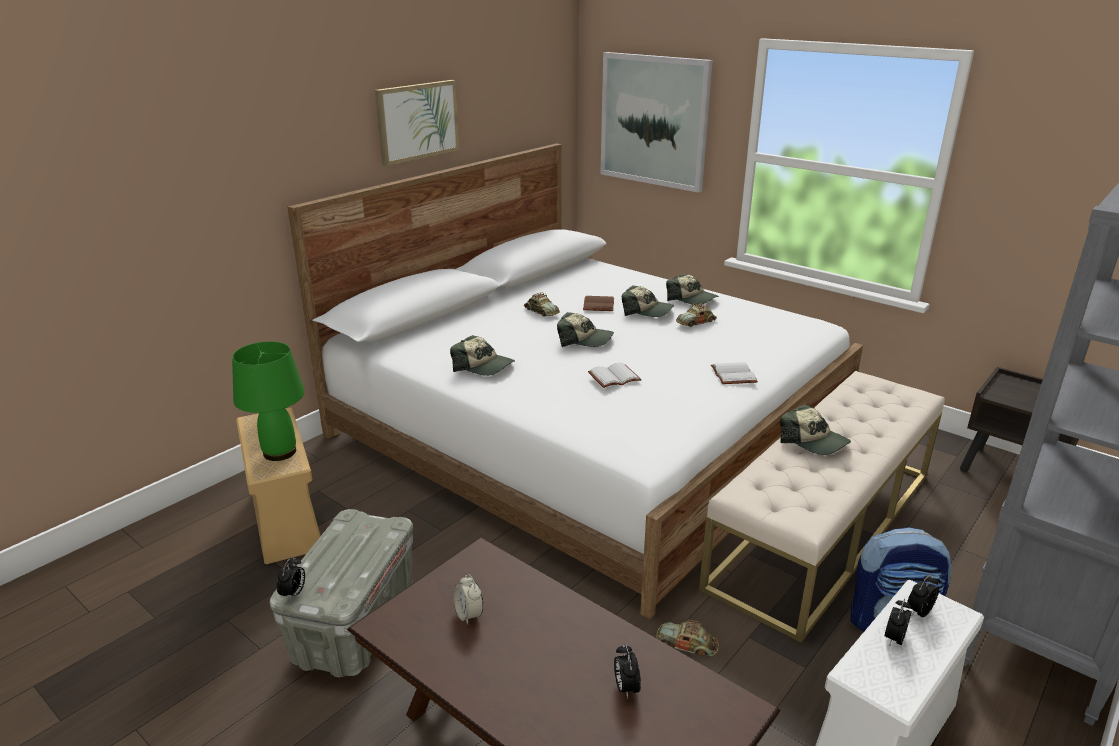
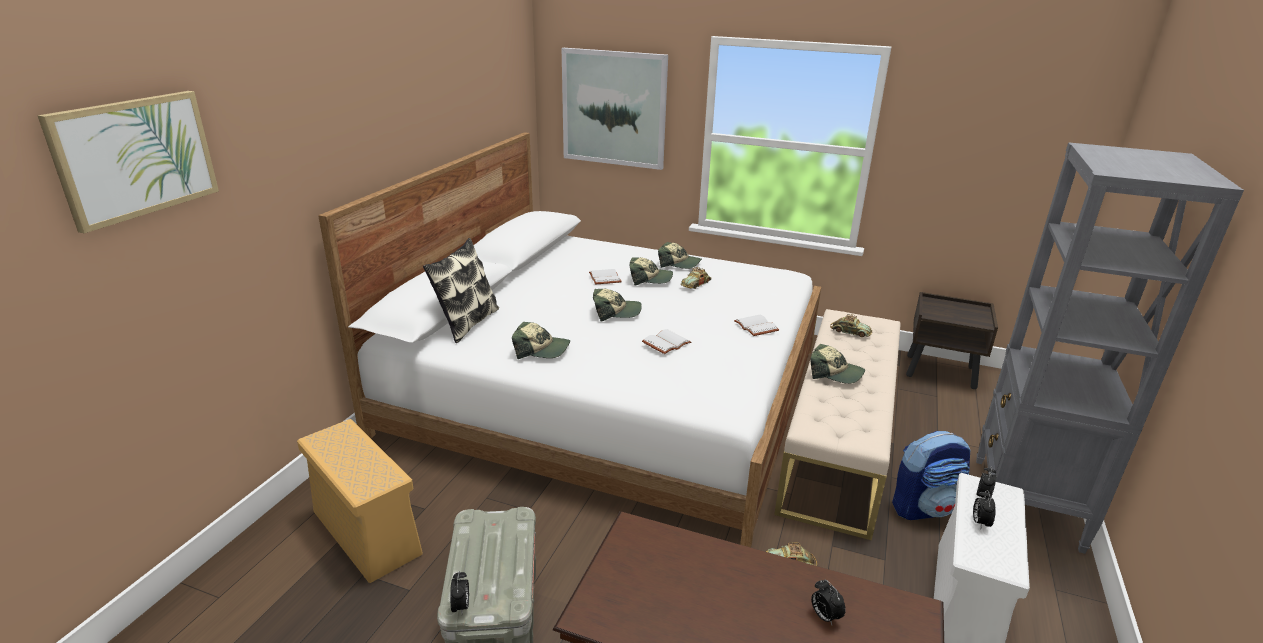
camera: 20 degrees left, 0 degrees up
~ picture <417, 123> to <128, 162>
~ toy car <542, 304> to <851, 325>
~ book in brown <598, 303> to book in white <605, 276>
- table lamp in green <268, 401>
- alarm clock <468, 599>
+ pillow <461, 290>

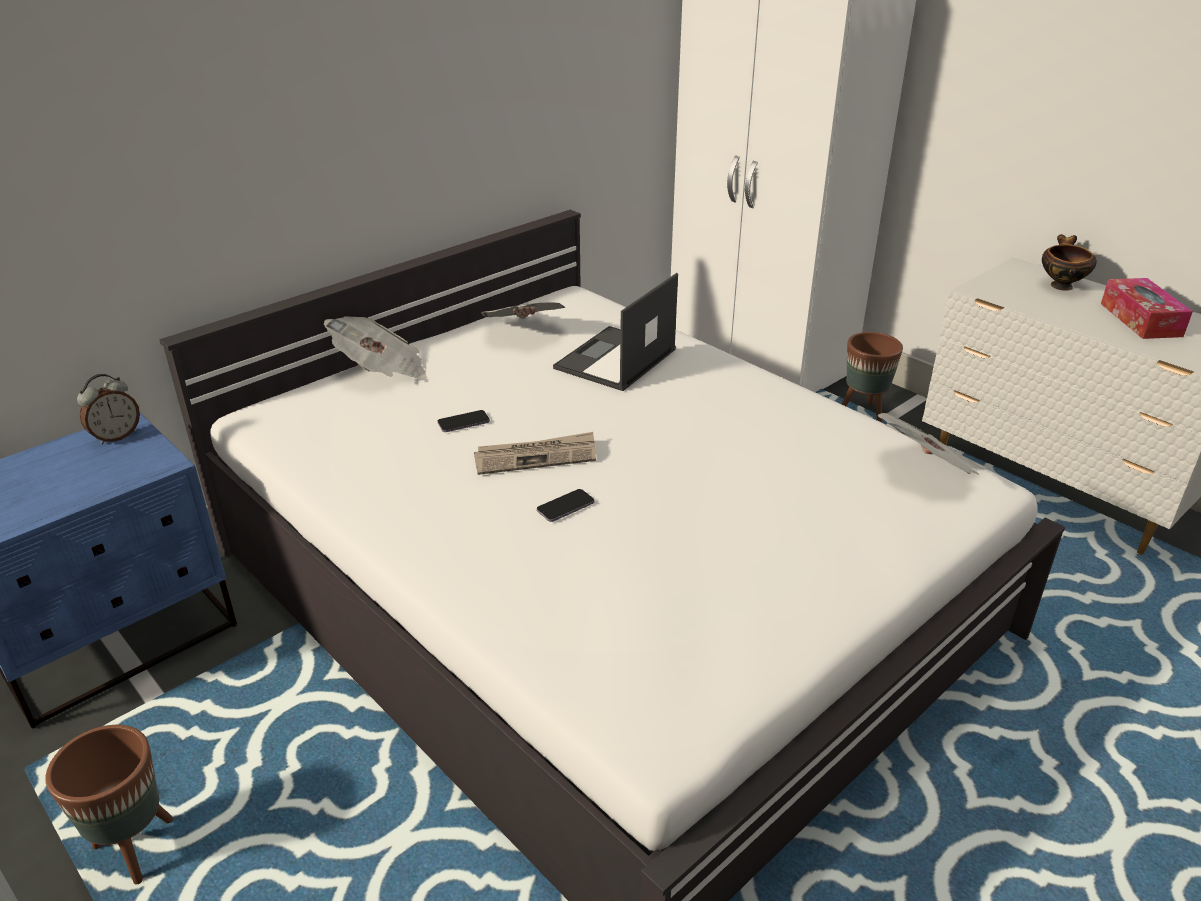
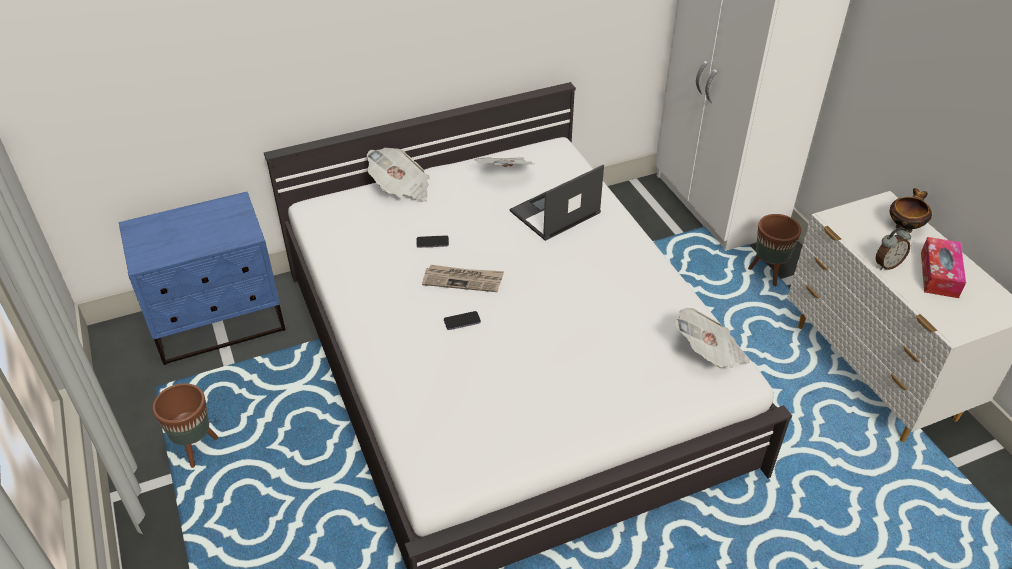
camera: 20 degrees right, 10 degrees up
~ alarm clock <108, 409> to <893, 248>

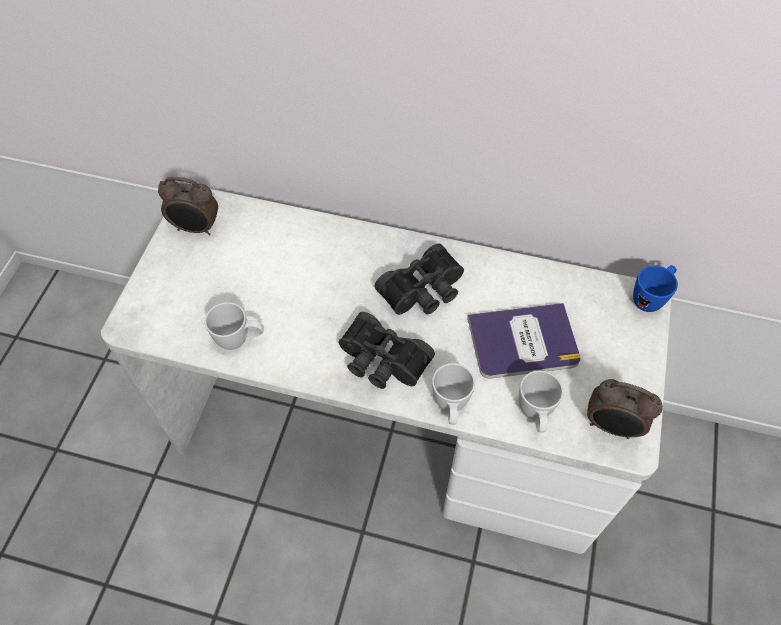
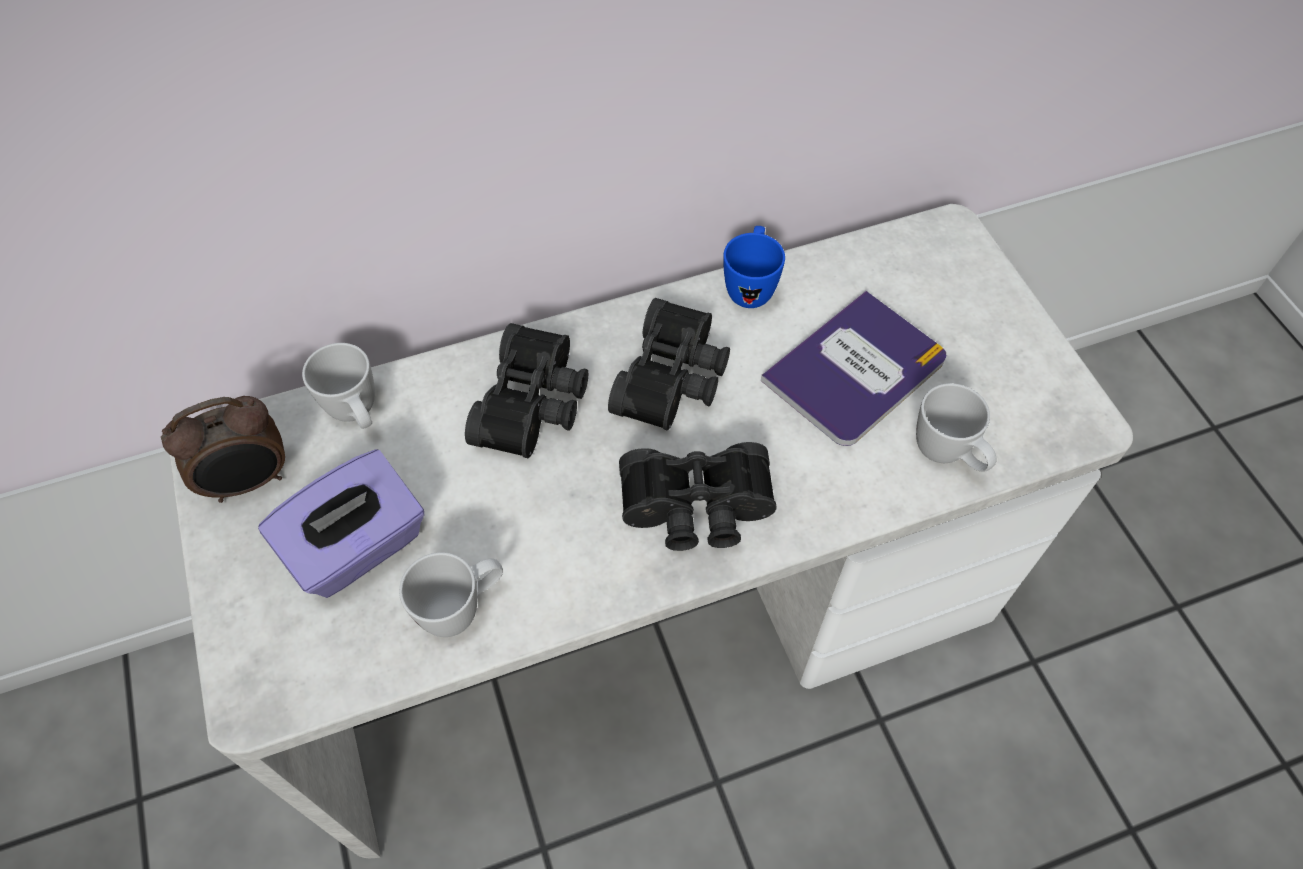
camera: 35 degrees left, 0 degrees up
~ mug in blue <655, 288> to <754, 267>
~ mug in white <453, 394> to <338, 386>
- alarm clock <625, 409>
+ binoculars in black <527, 390>
+ tissue box in purple <341, 523>

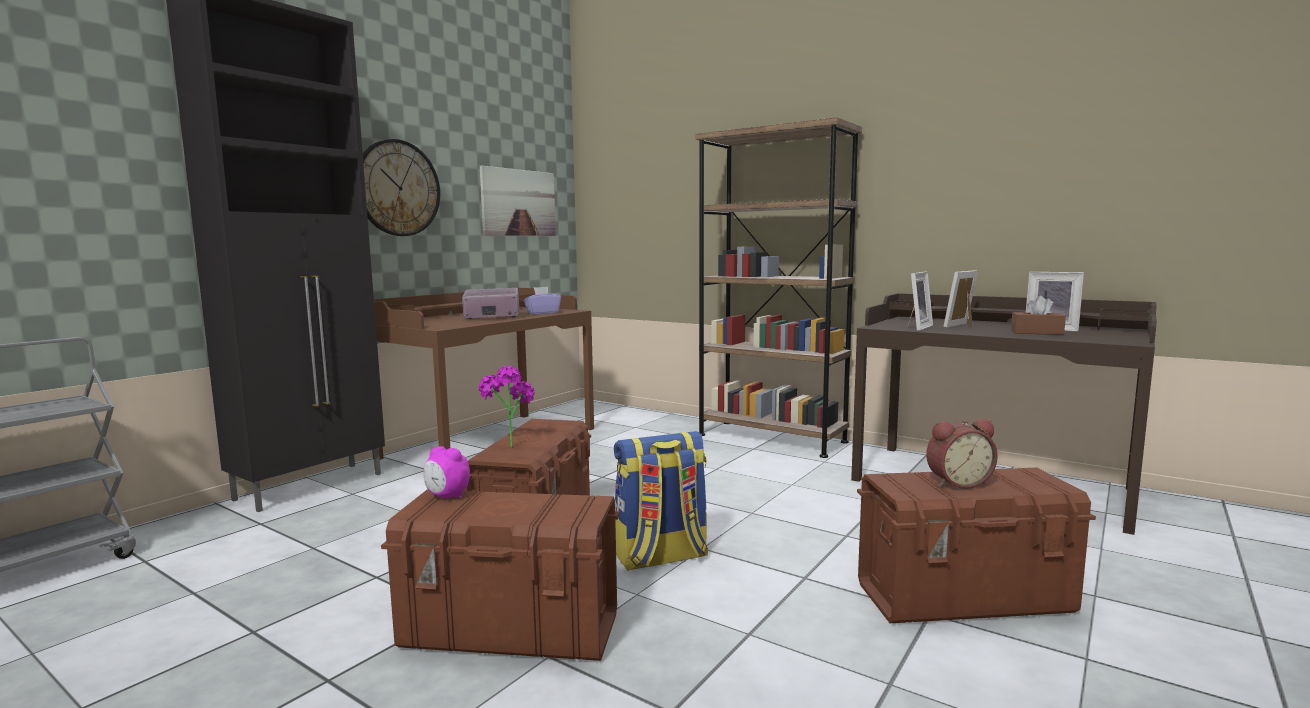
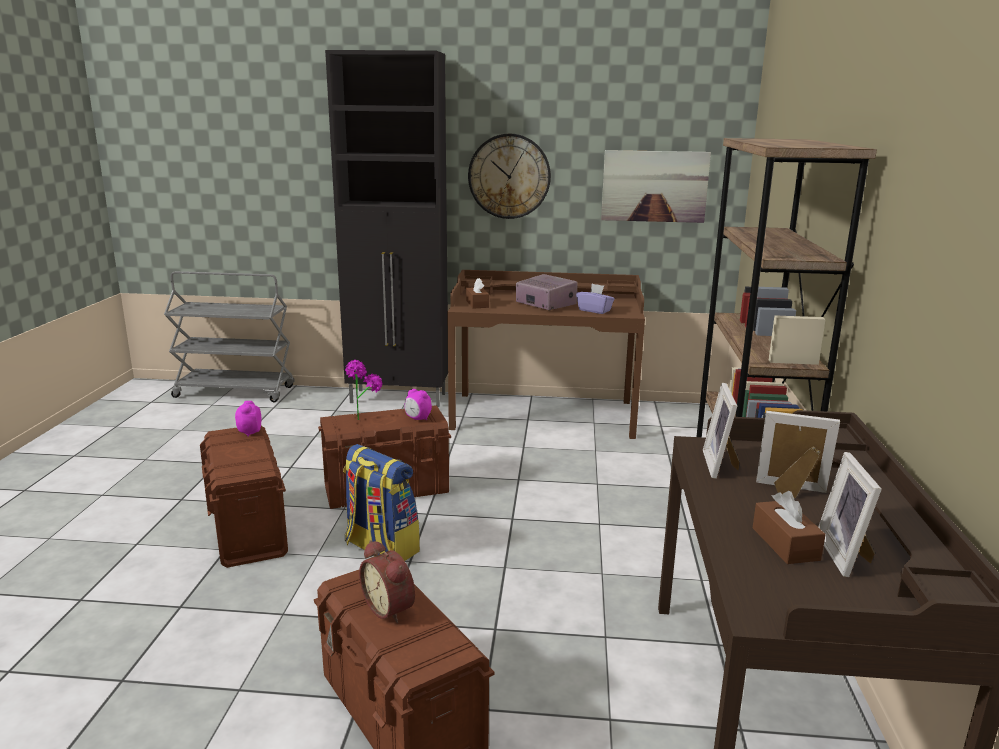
camera: 60 degrees right, 10 degrees up
~ picture frame <920, 301> = <721, 431> 90 degrees clockwise
+ tissue box in brown <477, 293>
+ alarm clock <418, 404>

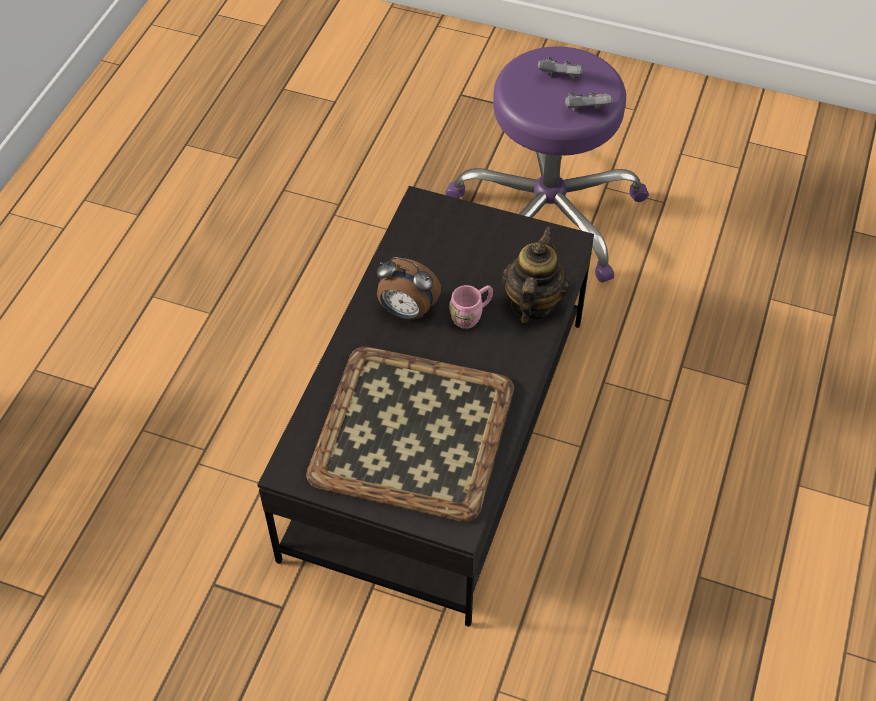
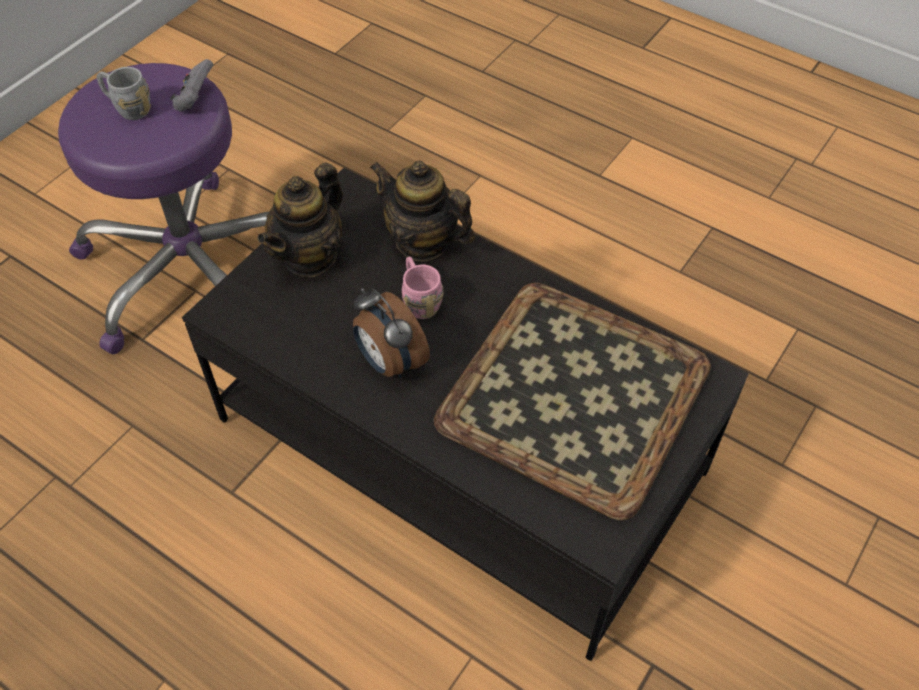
camera: 75 degrees left, 0 degrees up
~ game controller in grey <561, 68> to mug in grey <124, 93>
~ alarm clock <409, 288> = <391, 333> 105 degrees clockwise
+ teapot <300, 220>

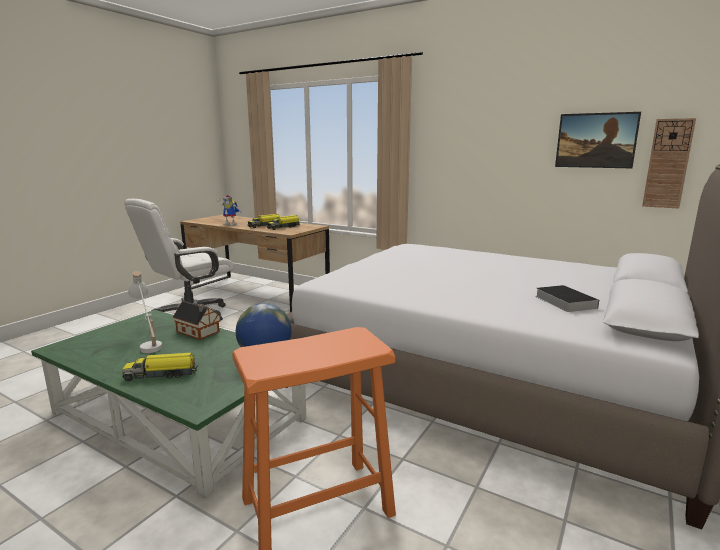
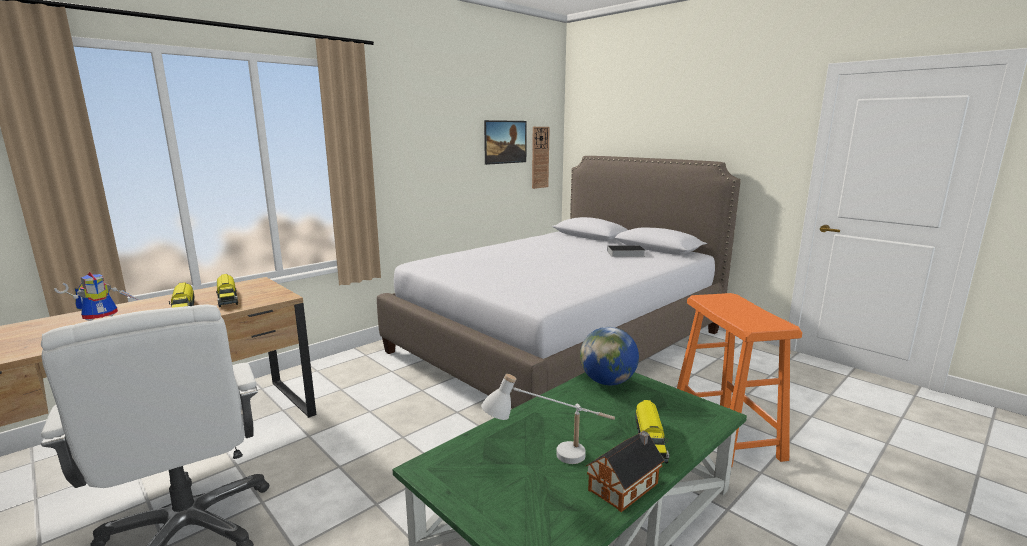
camera: 75 degrees left, 0 degrees up
~ toy house <197, 320> to <625, 471>

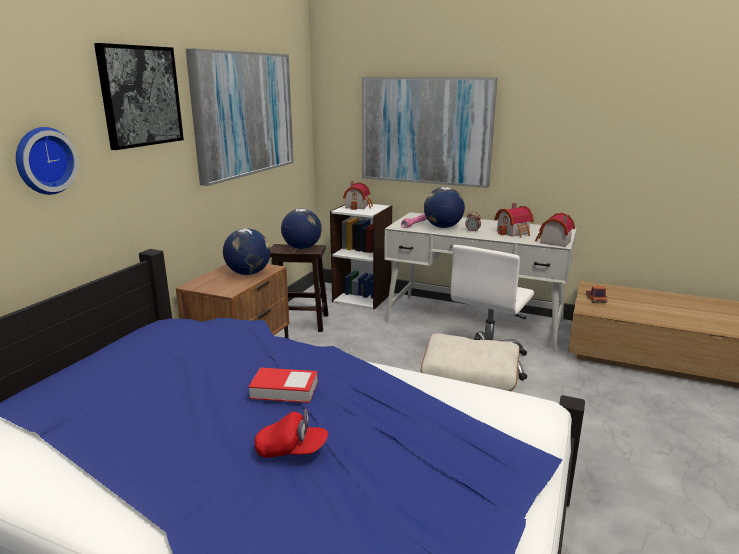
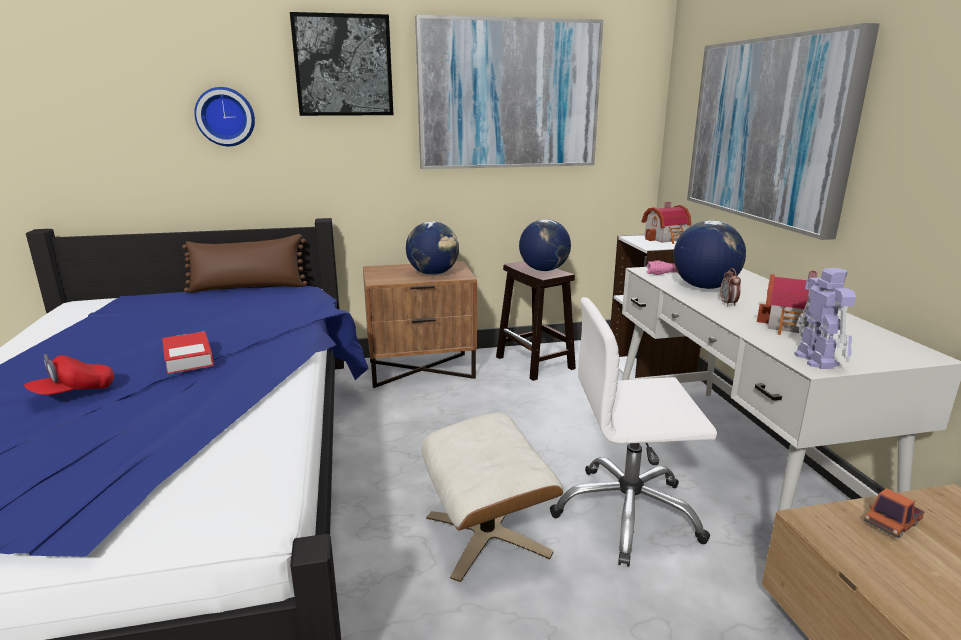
camera: 55 degrees right, 0 degrees up
~ toy house <555, 230> to toy robot <825, 318>
~ cap in red <291, 433> = <69, 374> 75 degrees clockwise
+ pillow in brown <244, 263>

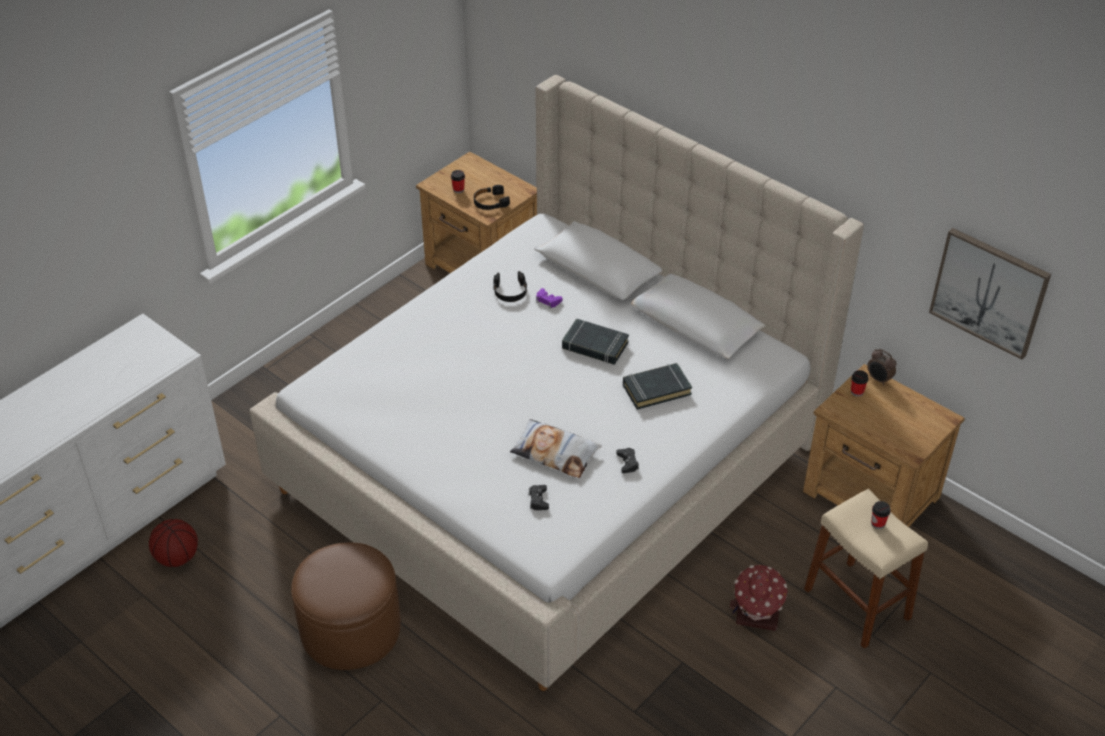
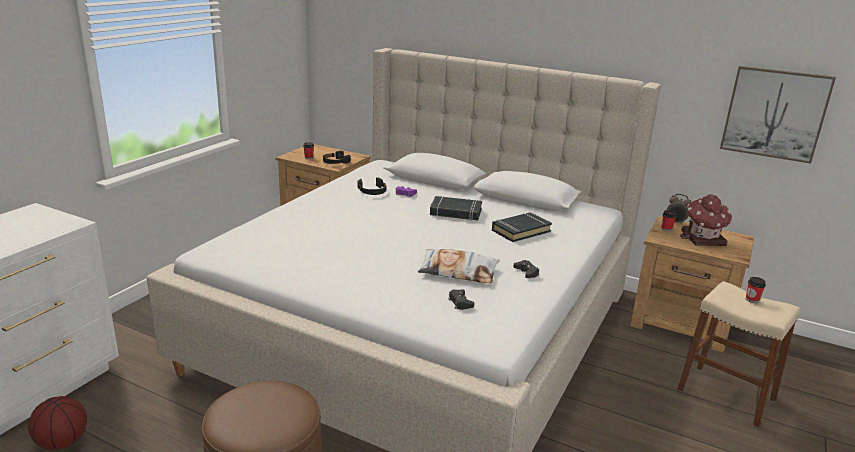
camera: 15 degrees left, 20 degrees down
~ toy house <759, 598> to <706, 220>

